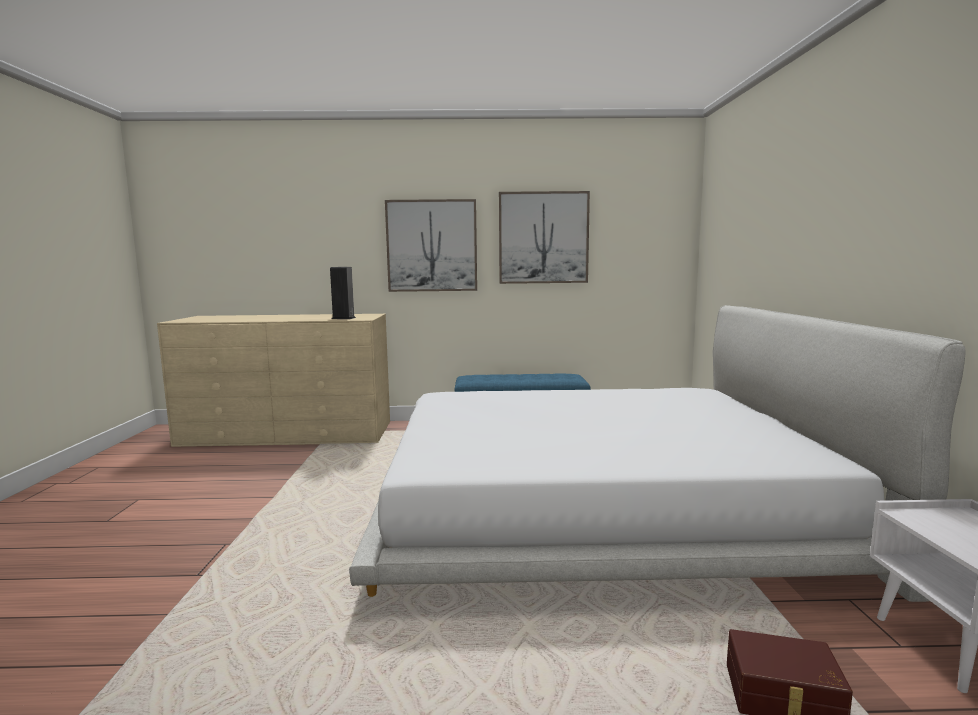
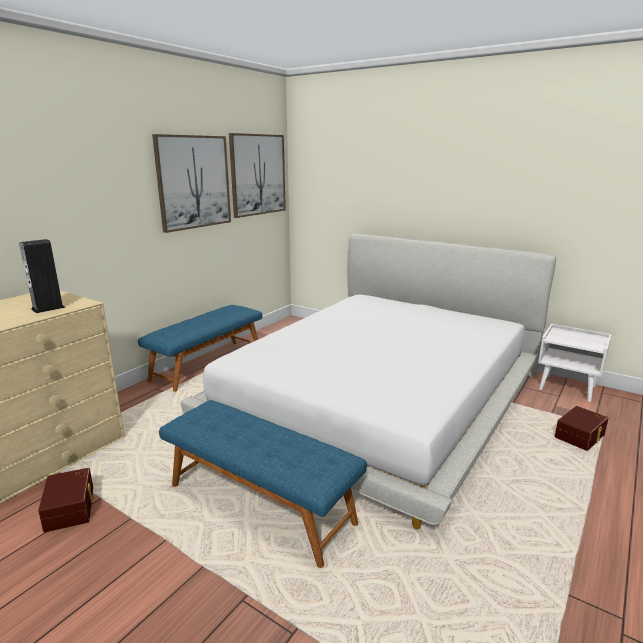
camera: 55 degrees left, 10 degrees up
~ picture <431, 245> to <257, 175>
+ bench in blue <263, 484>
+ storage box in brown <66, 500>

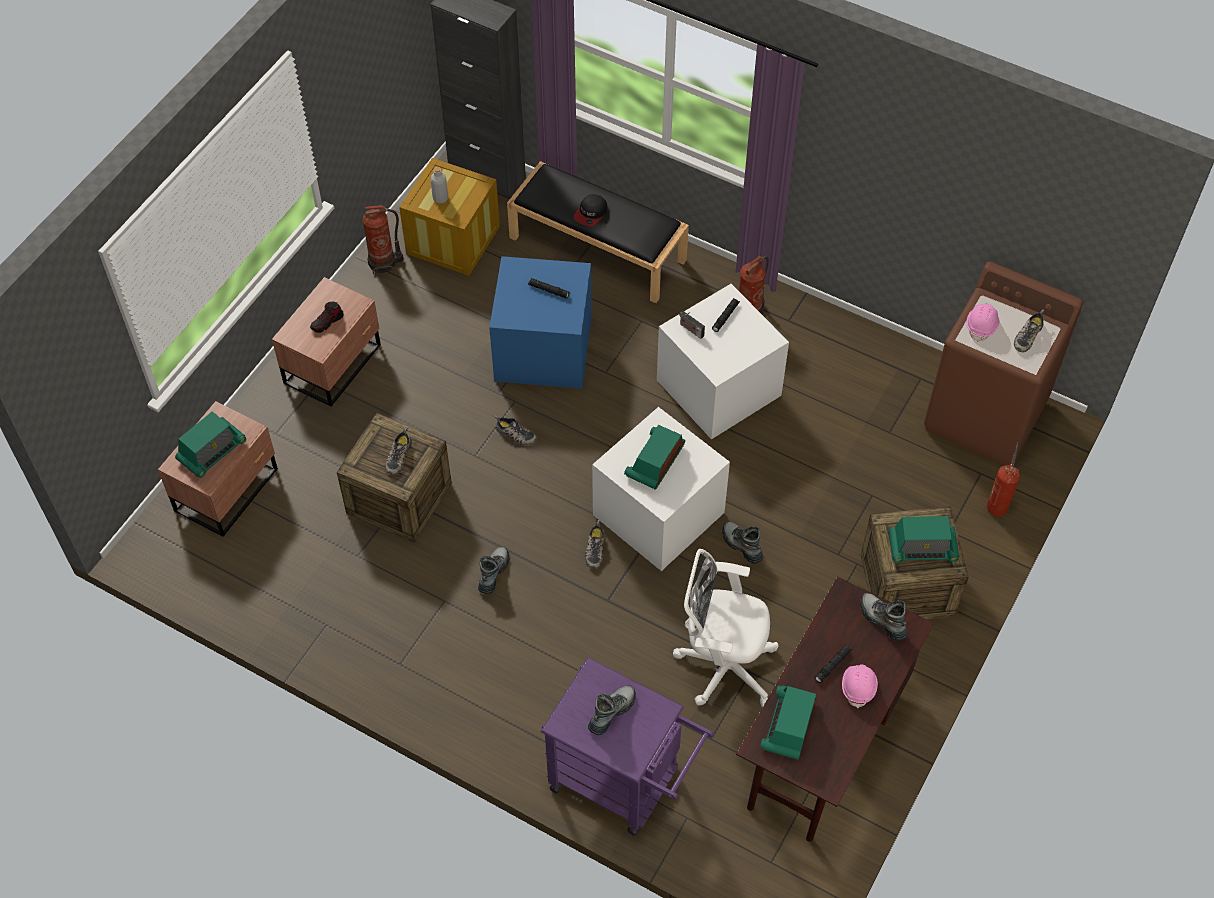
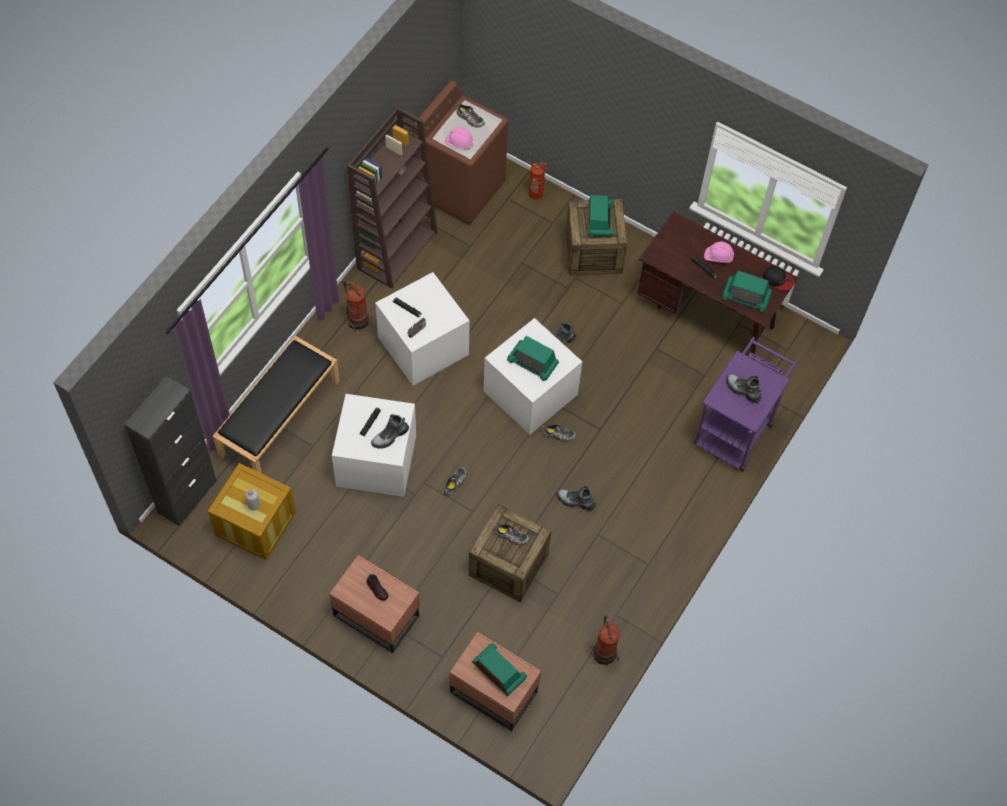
camera: 90 degrees left, 5 degrees up
~ cap <590, 210> to <778, 278>
~ fire extinguisher <383, 239> to <605, 640>
~ storage box in blue <540, 322> to storage box in white <374, 445>
- office chair in white <725, 628>
~ boot <884, 617> to <390, 431>
+ bookcase in brown <392, 198>

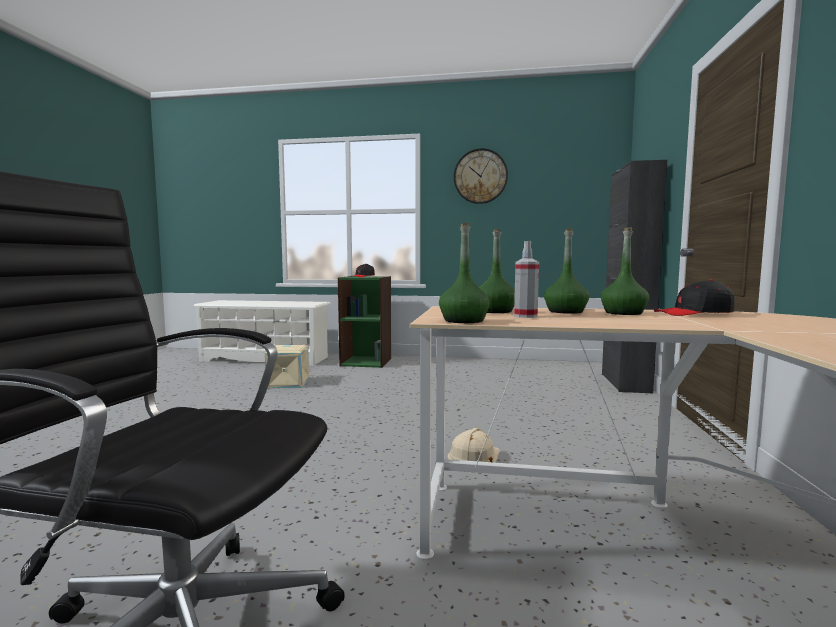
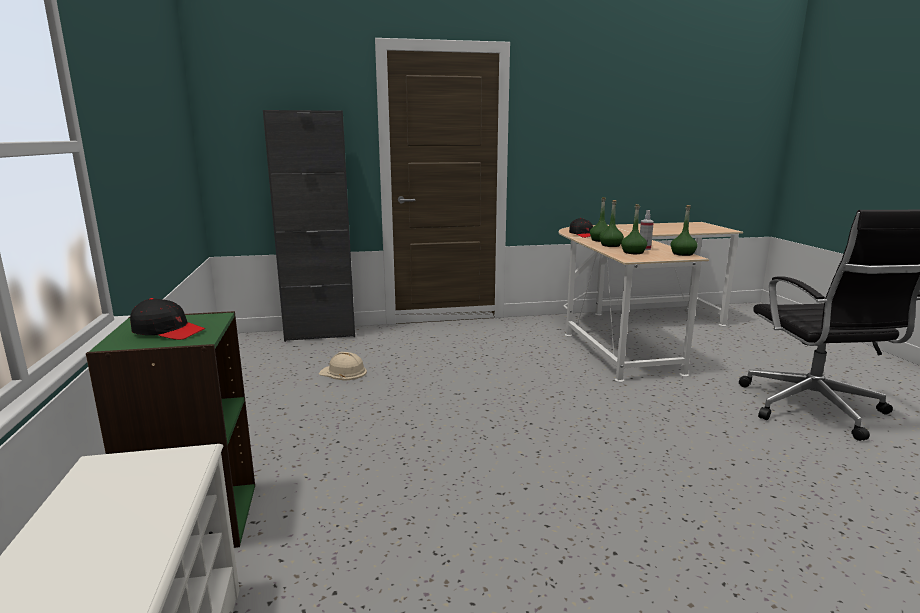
camera: 110 degrees left, 10 degrees up
- wall clock <481, 176>
- storage box in beige <287, 366>
~ hard hat in beige <474, 445> to <342, 366>

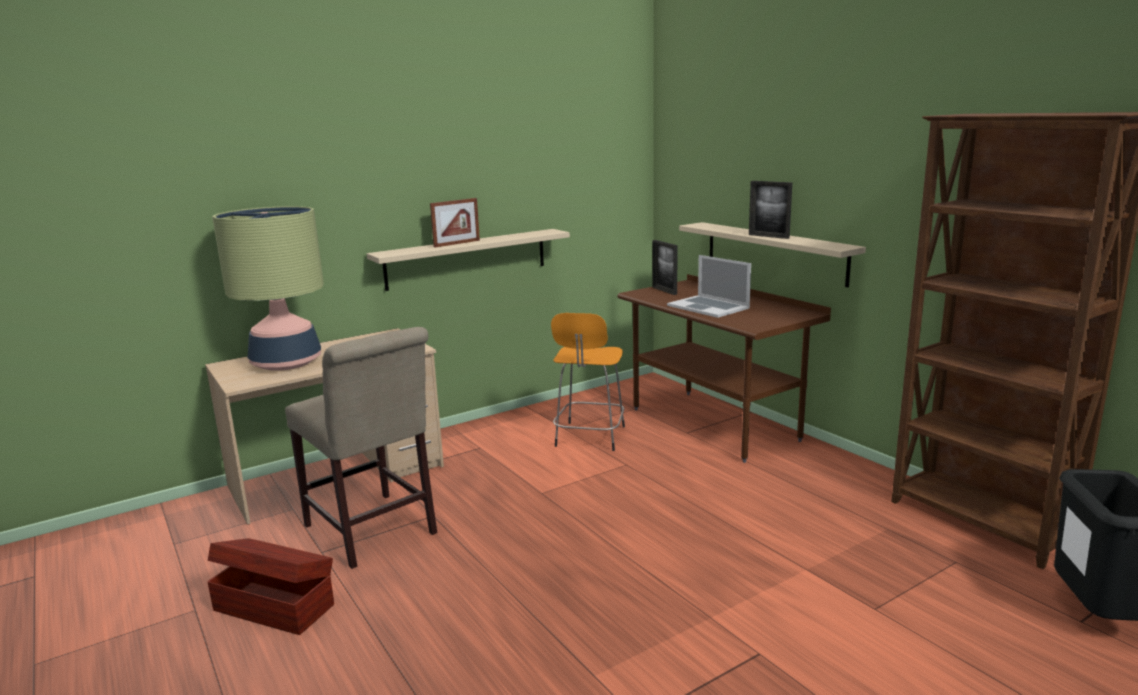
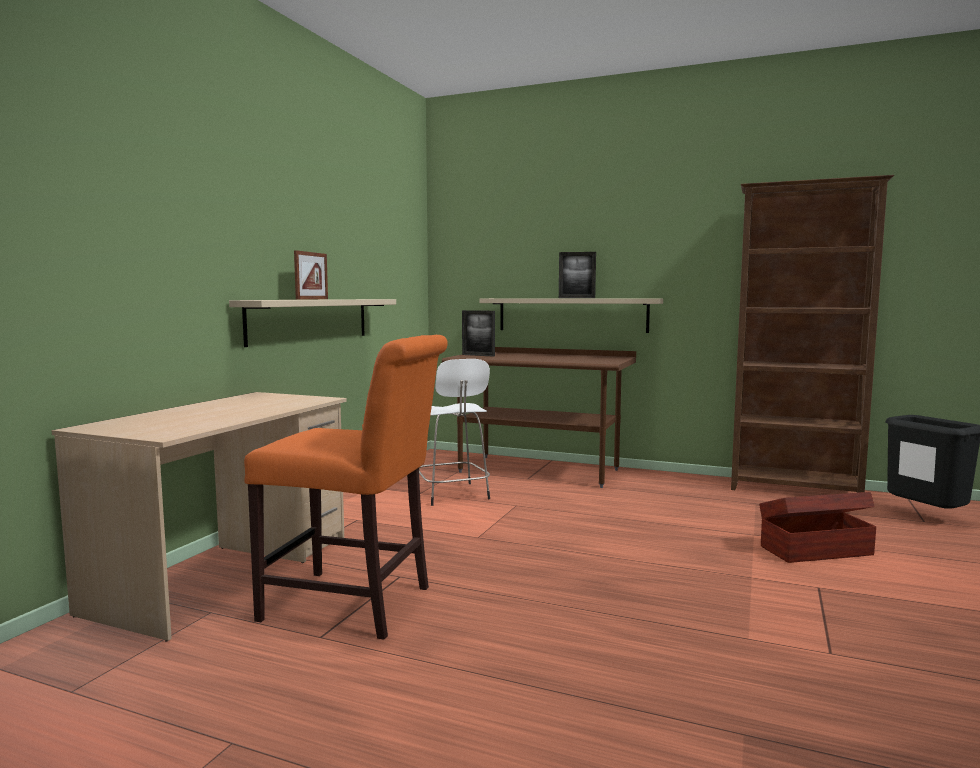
camera: 35 degrees left, 10 degrees down
- table lamp <268, 288>
- laptop <709, 286>
~ stool in orange <588, 382> to stool in white <454, 432>
~ chair in beige <361, 448> to chair in orange <346, 487>
~ storage box in brown <270, 586> to <818, 527>

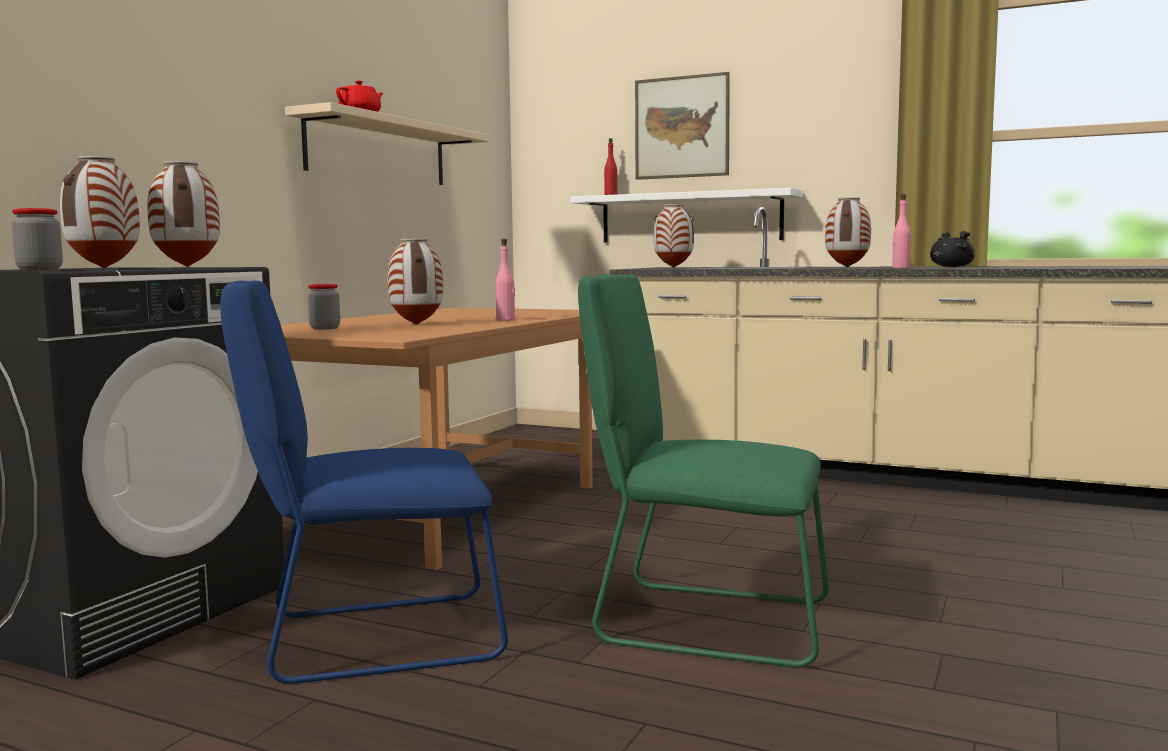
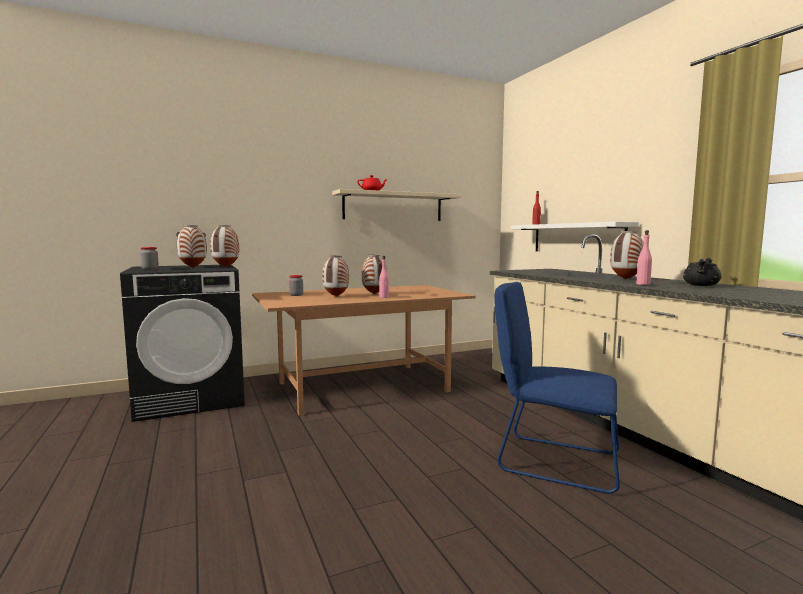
camera: 40 degrees right, 0 degrees up
- picture <682, 126>
~ vase <674, 236> to <374, 274>
- chair in green <703, 471>
~ chair in blue <364, 482> to <557, 388>

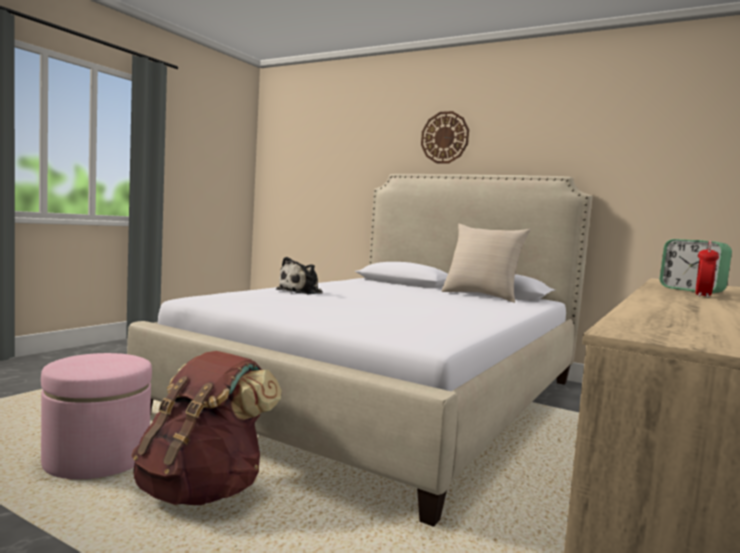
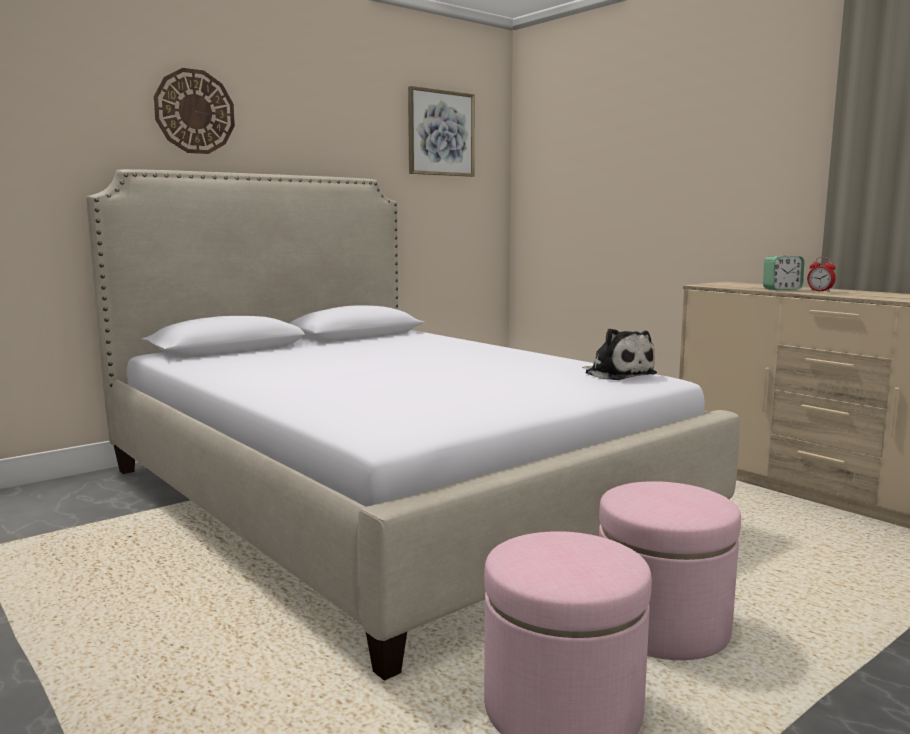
camera: 70 degrees left, 5 degrees up
- pillow in beige <486, 263>
~ plush toy <299, 275> to <619, 354>
~ backpack in brown <206, 428> to ottoman in pink <670, 570>
+ picture <441, 131>

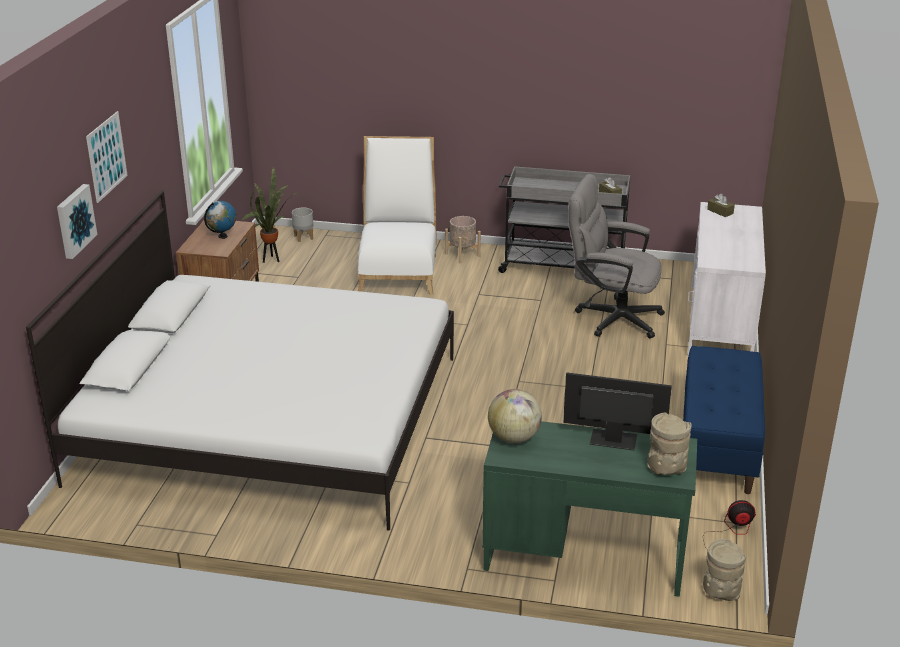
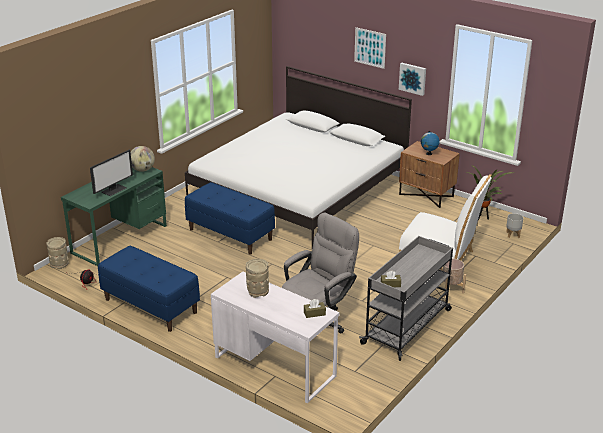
camera: 115 degrees right, 0 degrees up
~ picture <77, 221> to <412, 79>
~ vase in beige <669, 443> to <257, 278>
+ bench in blue <230, 218>

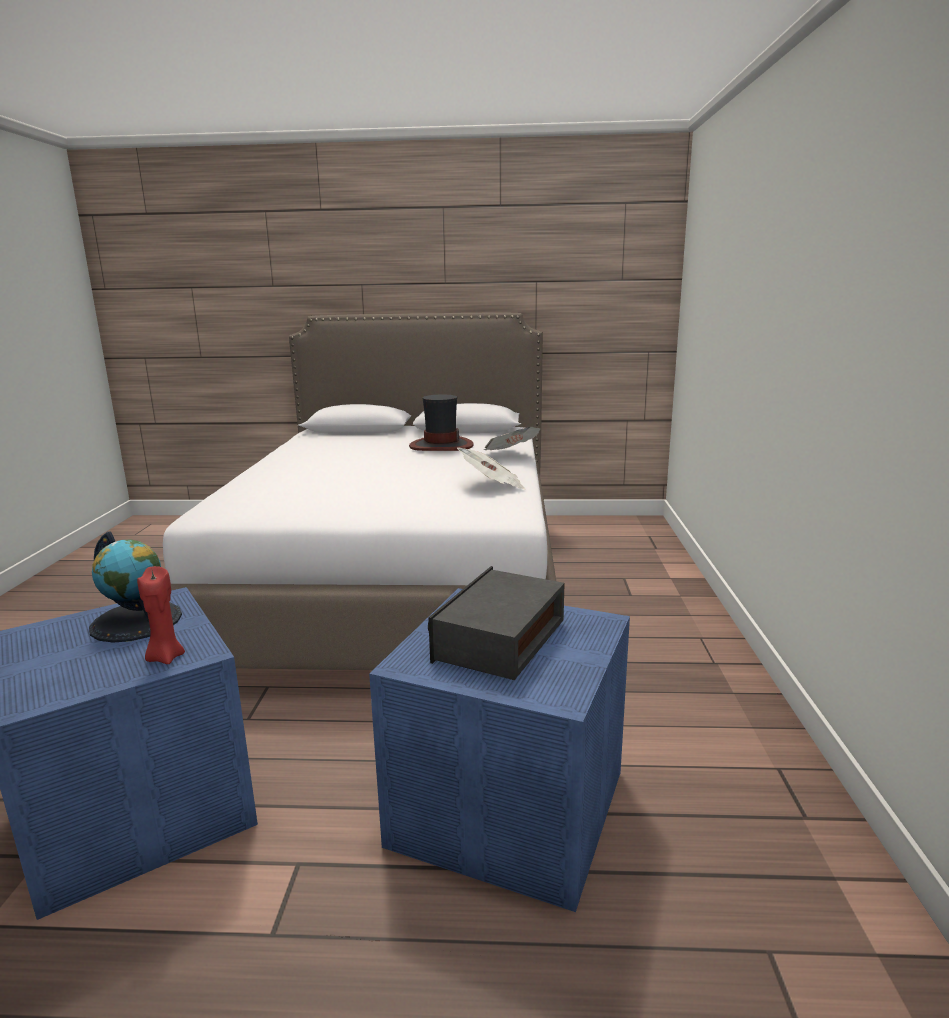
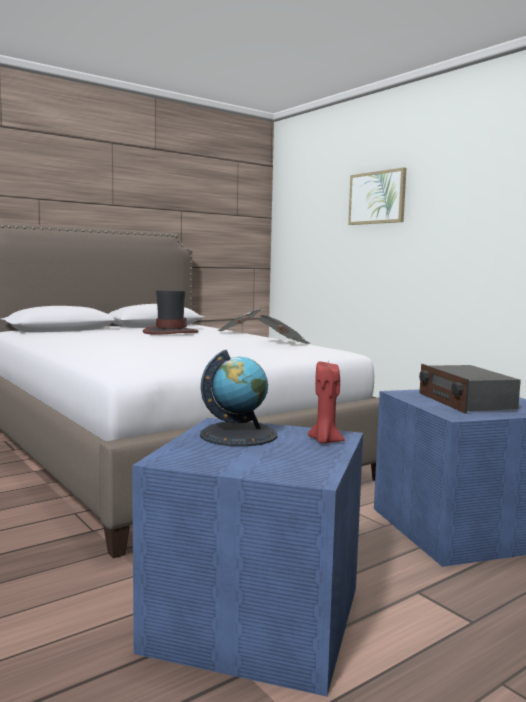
camera: 40 degrees left, 10 degrees down
+ picture <377, 196>

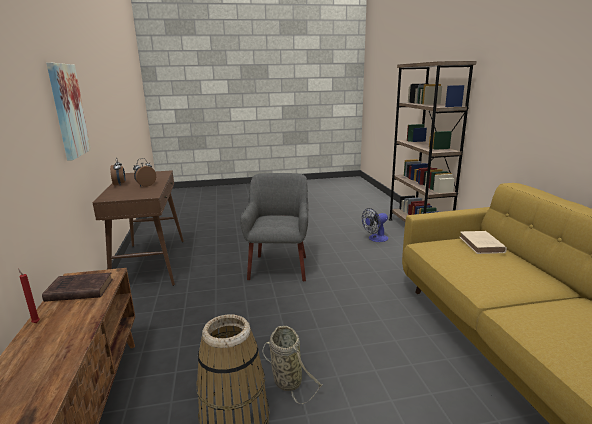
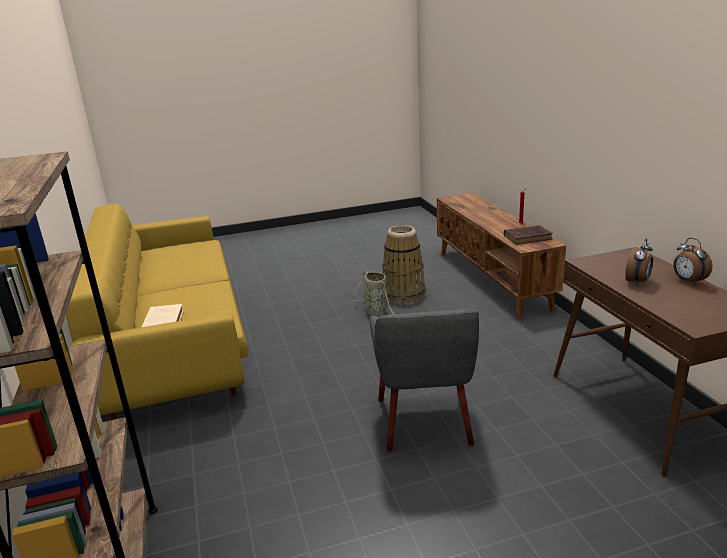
camera: 175 degrees right, 5 degrees up
- picture <68, 112>
- fan <375, 225>

